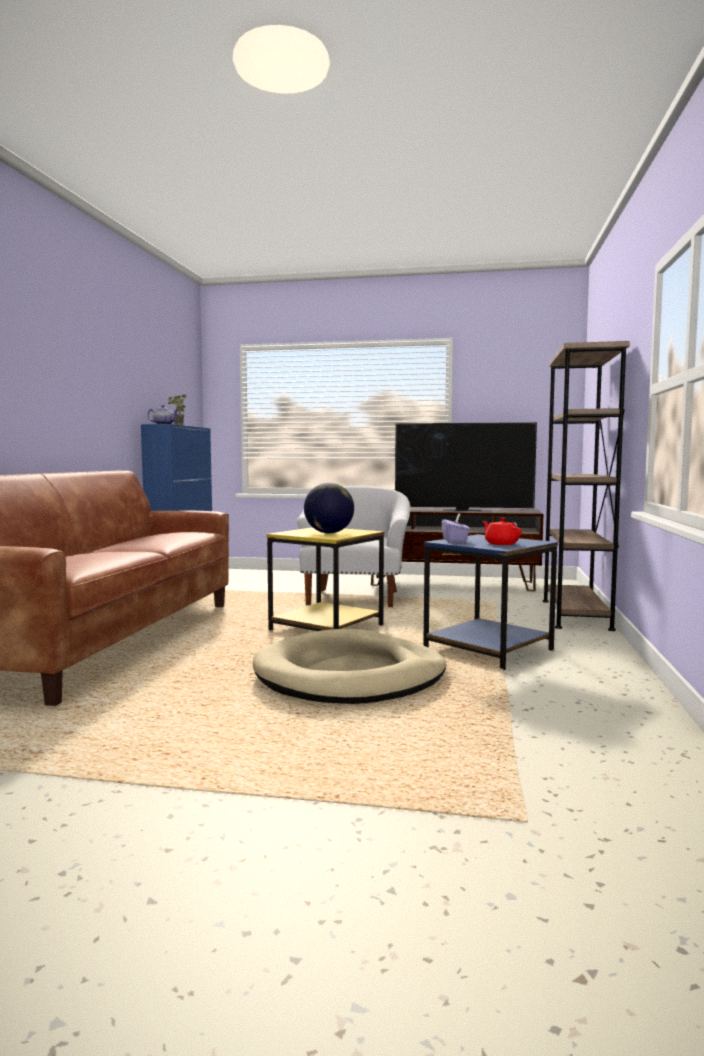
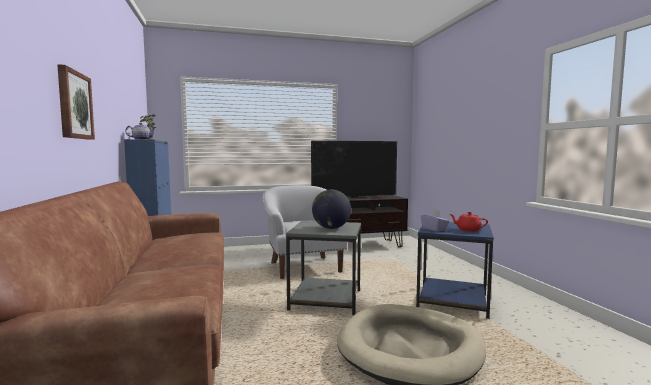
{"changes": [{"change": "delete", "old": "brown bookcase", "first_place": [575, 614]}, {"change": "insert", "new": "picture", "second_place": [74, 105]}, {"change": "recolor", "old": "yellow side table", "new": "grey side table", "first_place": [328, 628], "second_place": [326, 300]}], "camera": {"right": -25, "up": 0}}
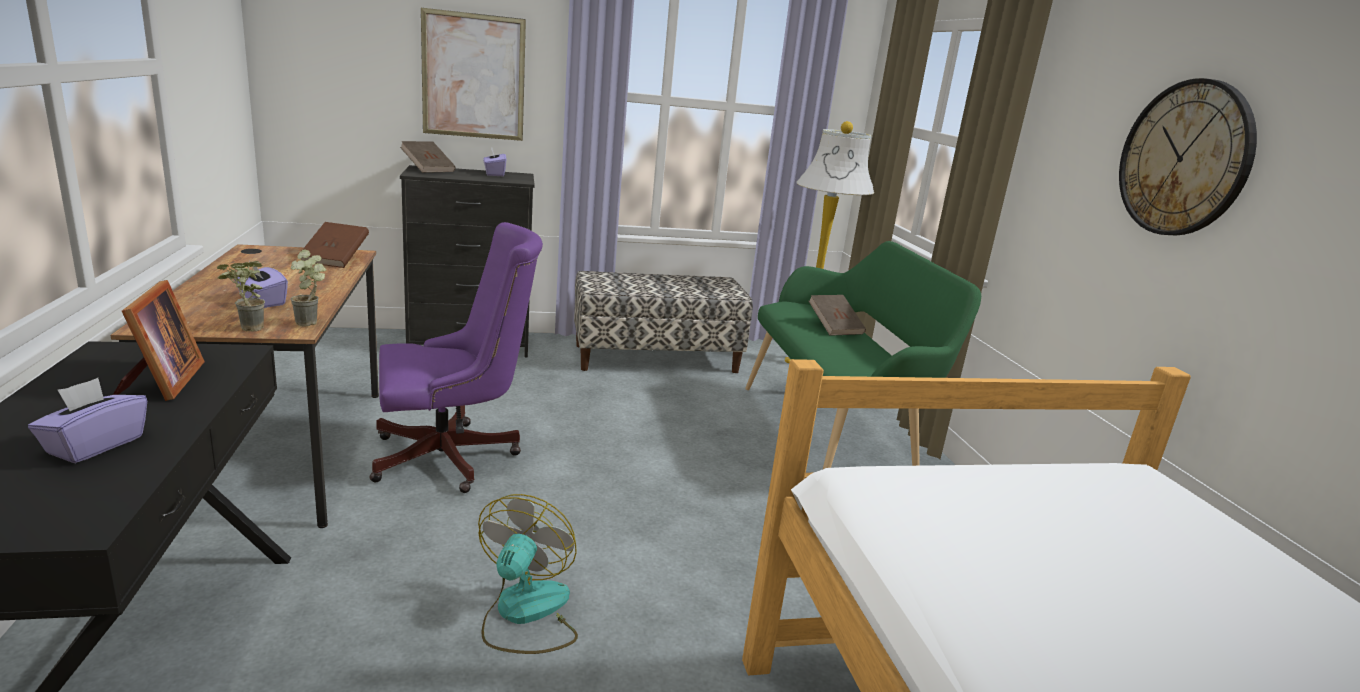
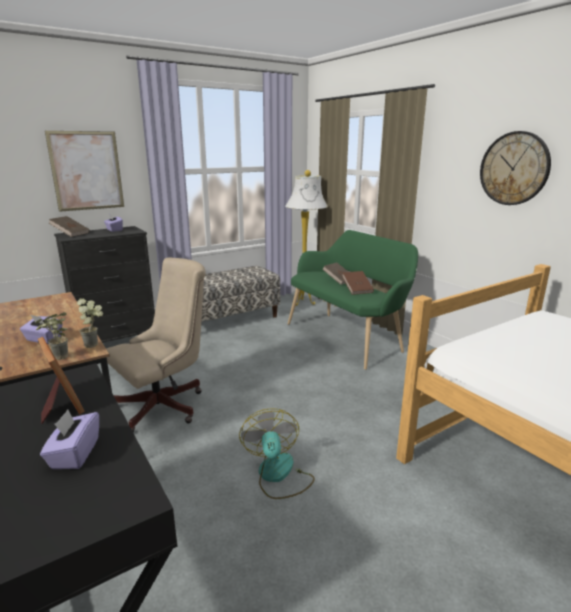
{"changes": [{"change": "move", "old": "brown book", "first_place": [335, 259], "second_place": [357, 290]}, {"change": "recolor", "old": "purple office chair", "new": "beige office chair", "first_place": [454, 457], "second_place": [165, 405]}], "camera": {"right": -20, "up": 0}}
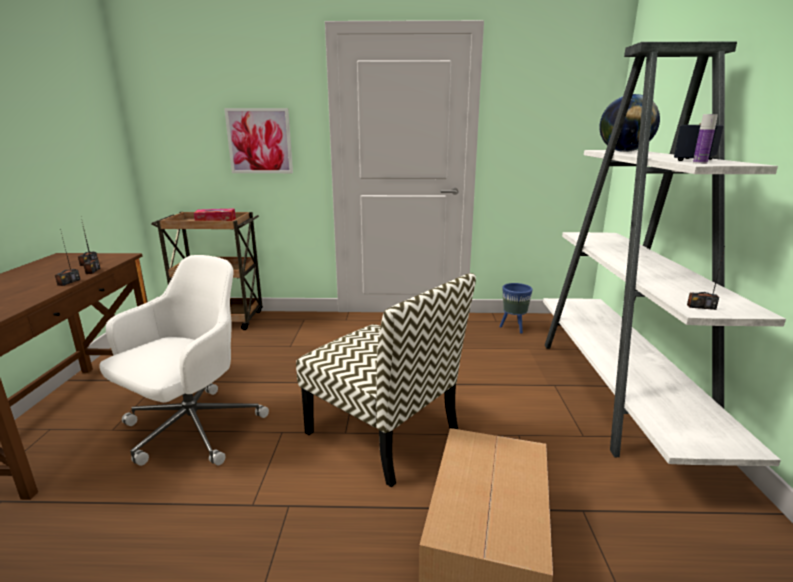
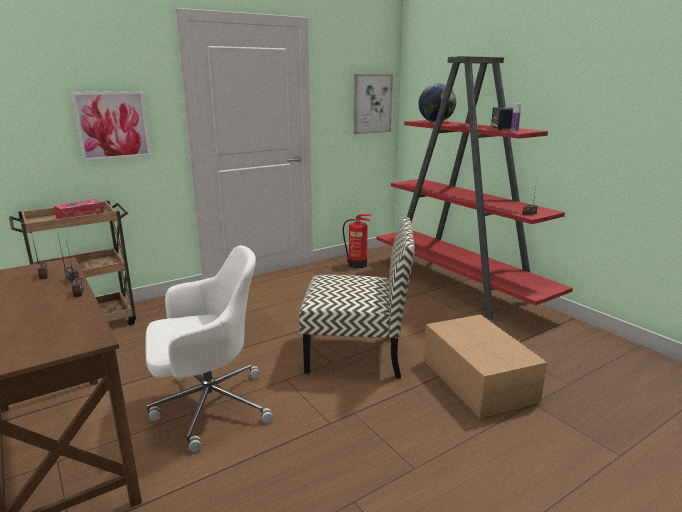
{"changes": [{"change": "insert", "new": "picture", "second_place": [372, 104]}, {"change": "replace", "old": "blue planter", "new": "fire extinguisher", "first_place": [513, 328], "second_place": [358, 265]}, {"change": "recolor", "old": "white bookcase", "new": "red bookcase", "first_place": [618, 393], "second_place": [459, 287]}, {"change": "rotate", "old": "white office chair", "first_place": [191, 430], "second_place": [208, 406], "degrees": 75}], "camera": {"right": -35, "up": 0}}
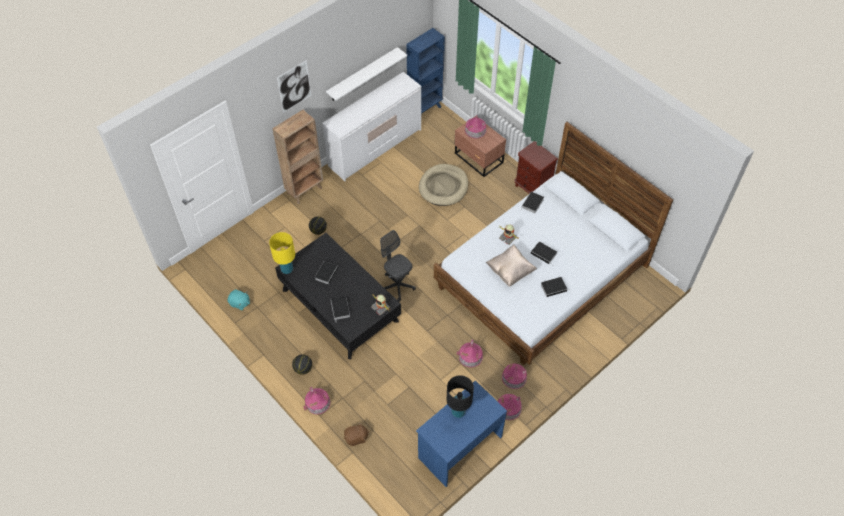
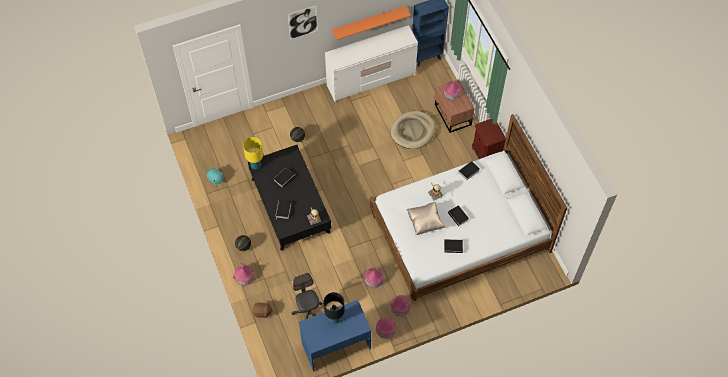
{"changes": [{"change": "delete", "old": "brown bookcase", "first_place": [305, 190]}, {"change": "move", "old": "grey office chair", "first_place": [397, 286], "second_place": [308, 312]}, {"change": "recolor", "old": "white shelf", "new": "orange shelf", "first_place": [362, 75], "second_place": [368, 22]}], "camera": {"right": 20, "up": 5}}
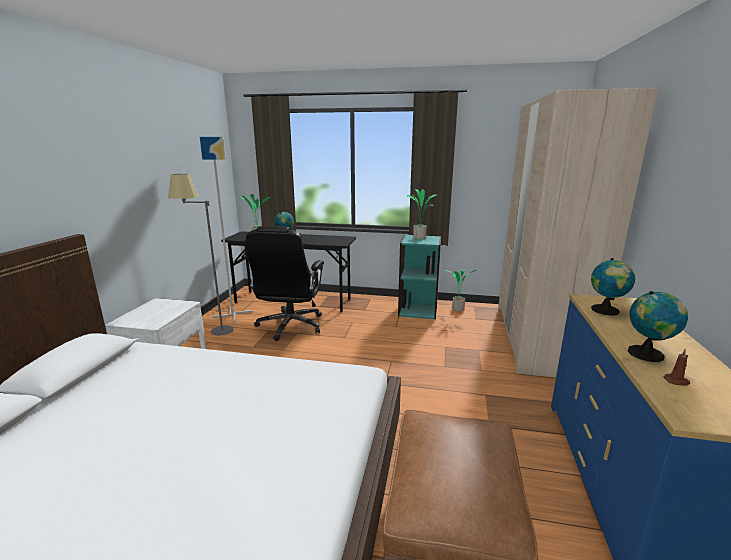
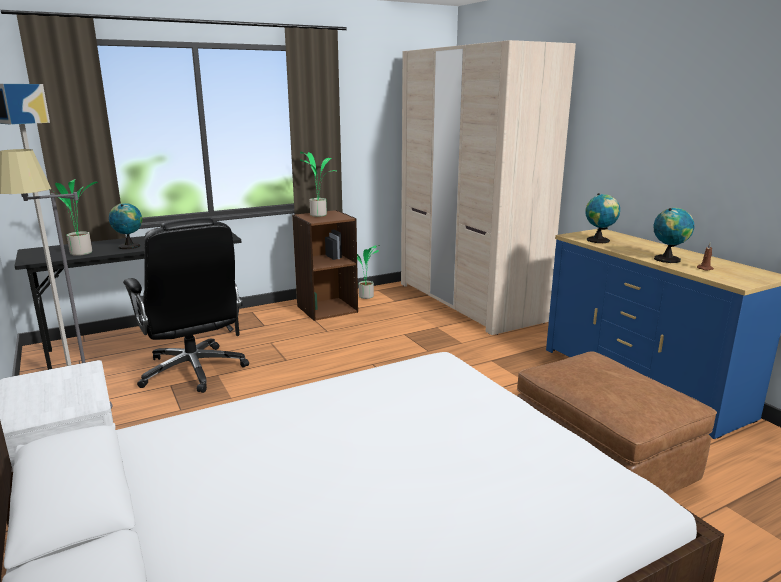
{"changes": [{"change": "recolor", "old": "turquoise bookcase", "new": "brown bookcase", "first_place": [418, 310], "second_place": [327, 309]}], "camera": {"right": -40, "up": 0}}
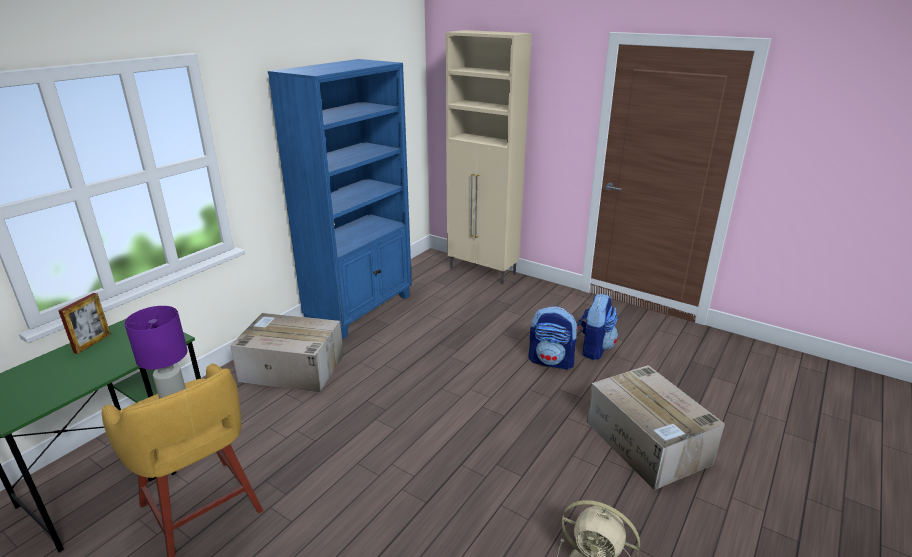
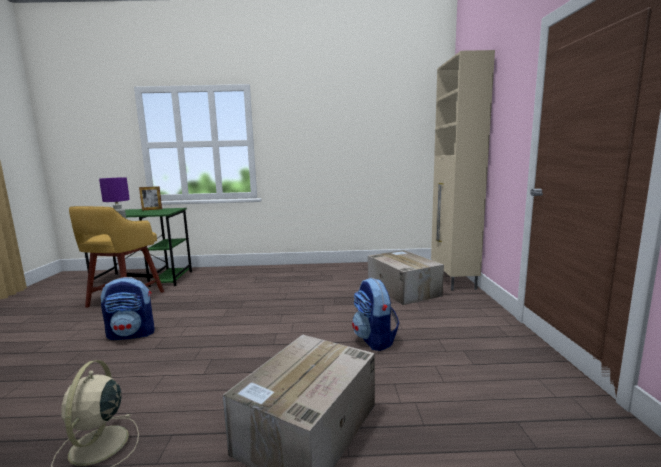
{"changes": [{"change": "delete", "old": "blue bookcase", "first_place": [361, 309]}, {"change": "move", "old": "cardboard box", "first_place": [291, 368], "second_place": [402, 289]}, {"change": "move", "old": "backpack", "first_place": [594, 348], "second_place": [132, 334]}], "camera": {"right": 55, "up": -15}}
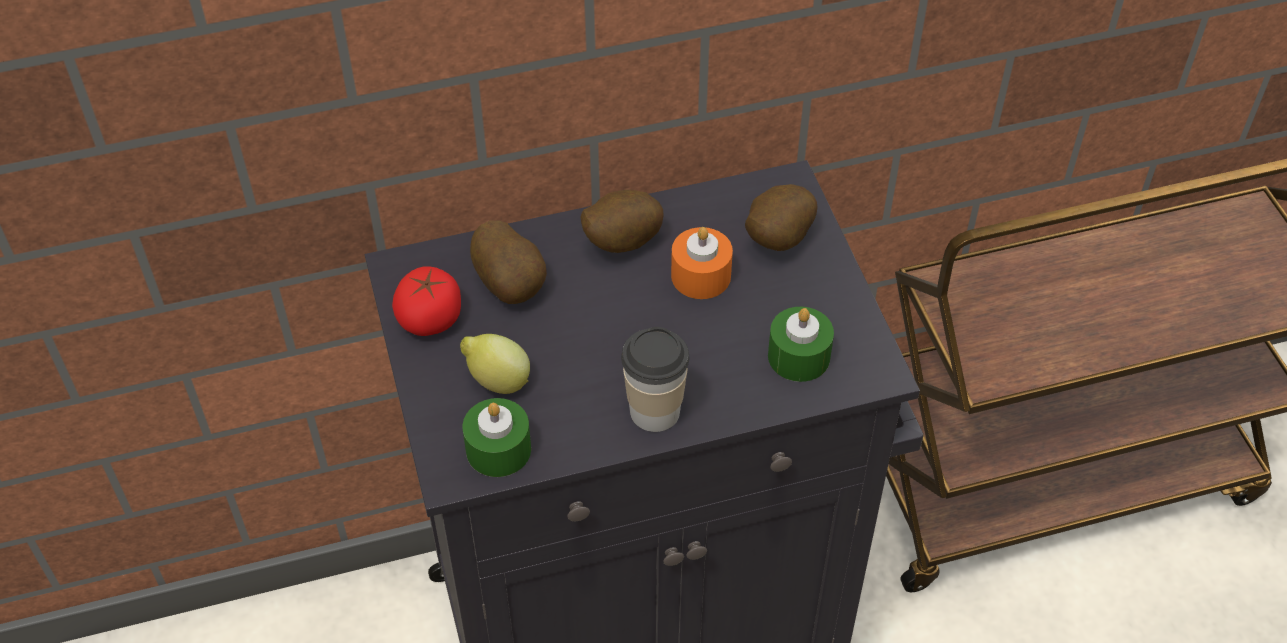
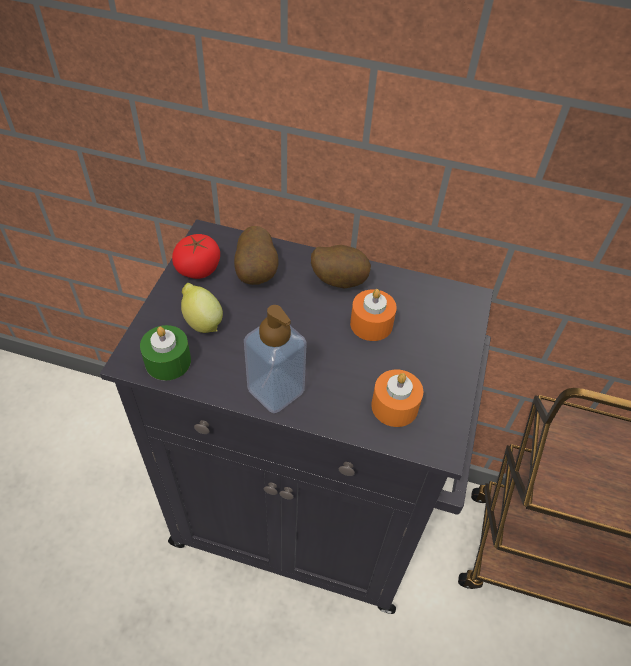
{"changes": [{"change": "delete", "old": "potato", "first_place": [776, 239]}, {"change": "replace", "old": "cup", "new": "soap dispenser", "first_place": [654, 412], "second_place": [276, 390]}, {"change": "recolor", "old": "green candle", "new": "orange candle", "first_place": [799, 356], "second_place": [394, 406]}], "camera": {"right": 30, "up": 0}}
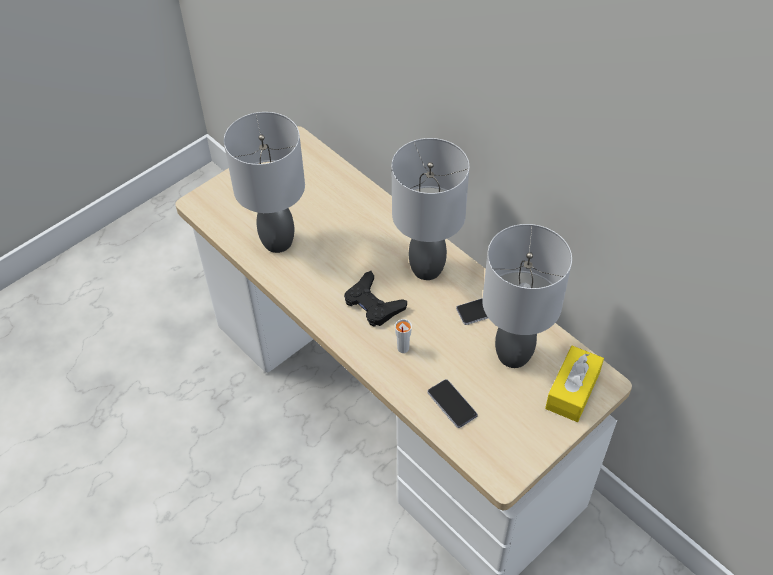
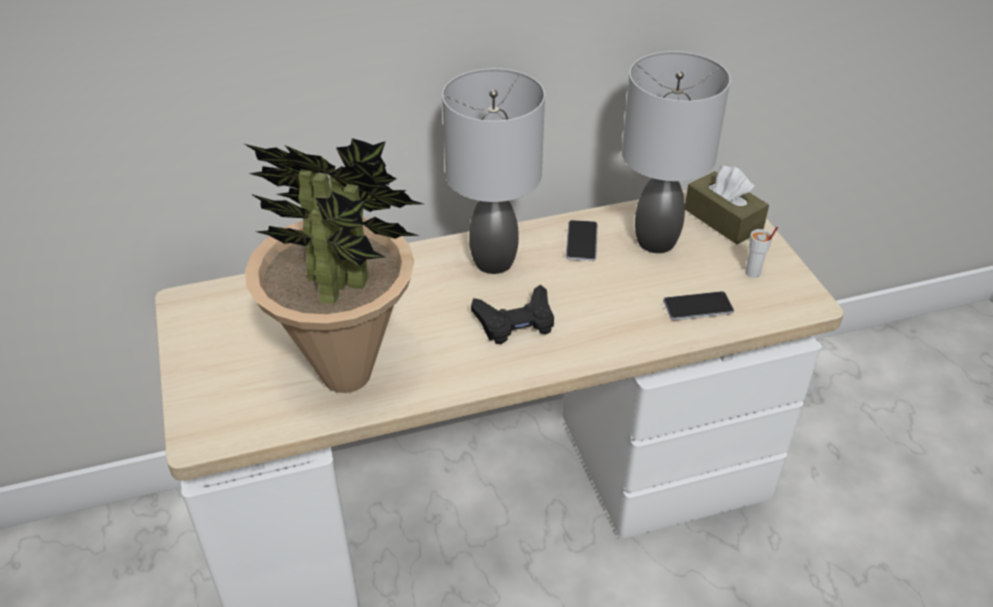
{"changes": [{"change": "move", "old": "white cup", "first_place": [403, 348], "second_place": [753, 273]}, {"change": "replace", "old": "grey table lamp", "new": "potted plant", "first_place": [278, 242], "second_place": [347, 375]}, {"change": "recolor", "old": "yellow tissue box", "new": "brown tissue box", "first_place": [572, 390], "second_place": [723, 219]}], "camera": {"right": -65, "up": -10}}
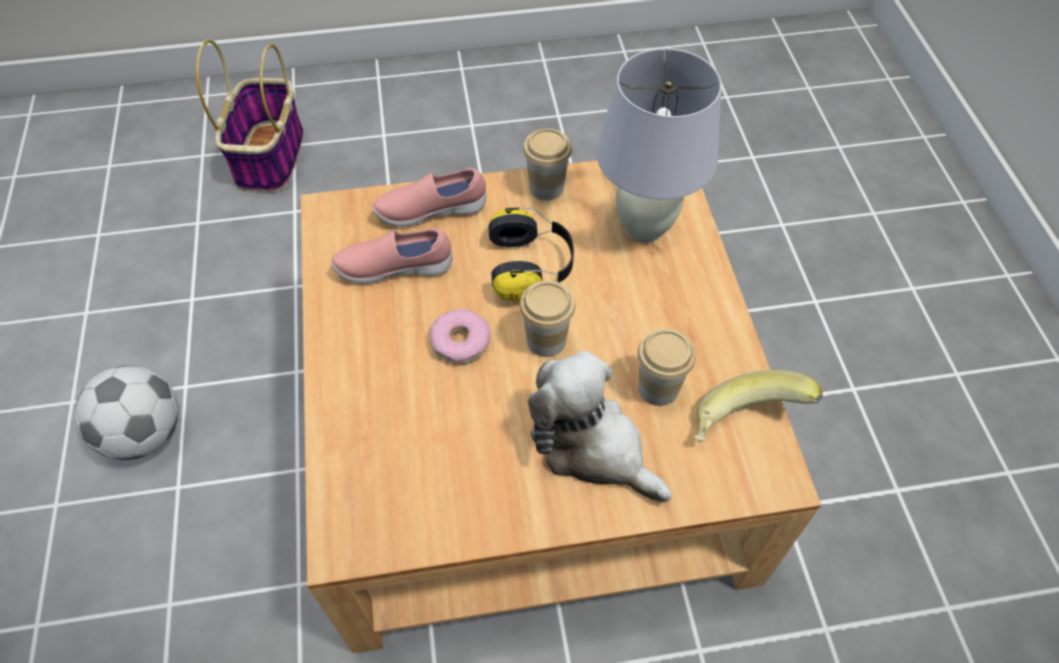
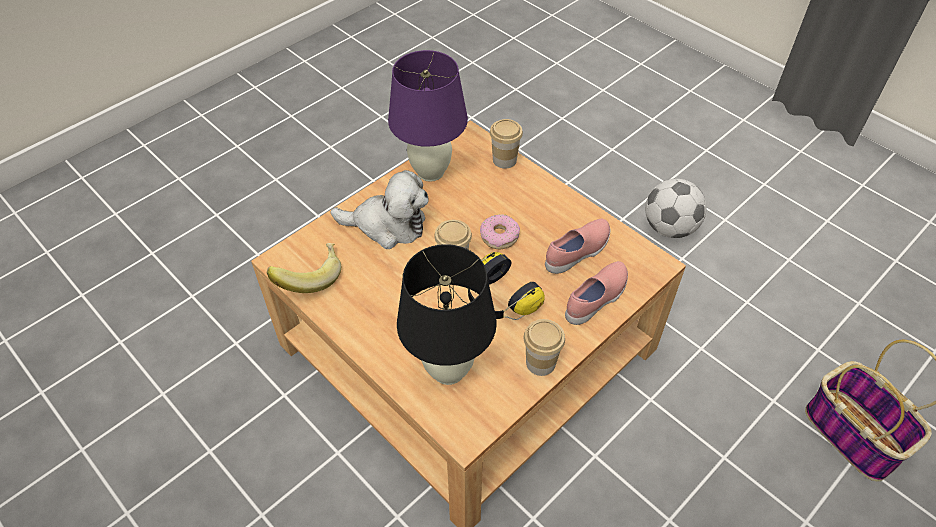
{"changes": [{"change": "insert", "new": "purple table lamp", "second_place": [430, 172]}, {"change": "move", "old": "cup", "first_place": [658, 388], "second_place": [504, 160]}, {"change": "recolor", "old": "white table lamp", "new": "black table lamp", "first_place": [644, 227], "second_place": [449, 370]}], "camera": {"right": 145, "up": -5}}
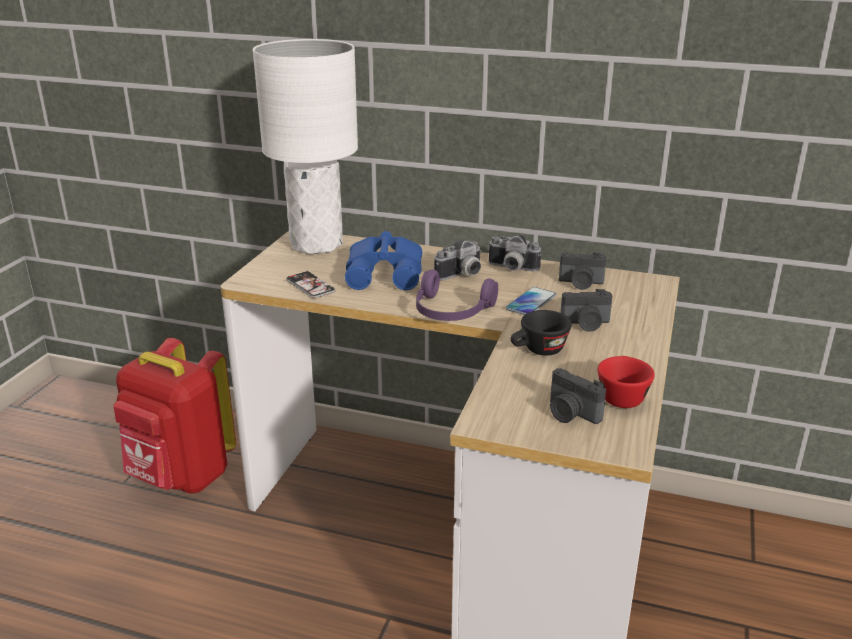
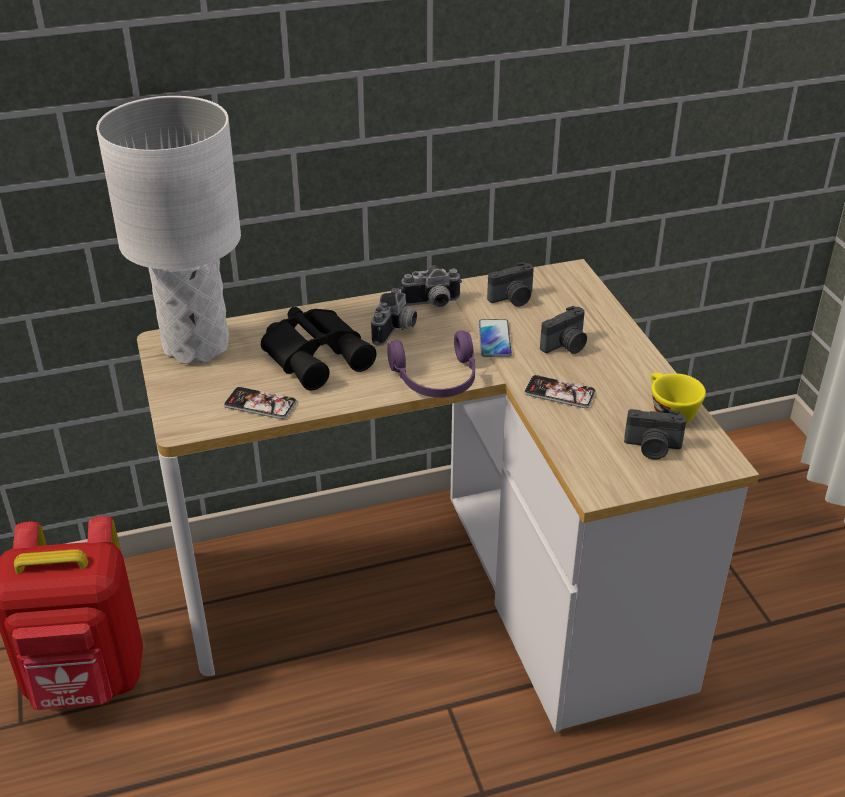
{"changes": [{"change": "replace", "old": "black cup", "new": "phone", "first_place": [538, 351], "second_place": [559, 393]}, {"change": "recolor", "old": "blue binoculars", "new": "black binoculars", "first_place": [386, 272], "second_place": [317, 355]}, {"change": "recolor", "old": "red cup", "new": "yellow cup", "first_place": [621, 395], "second_place": [668, 411]}], "camera": {"right": -35, "up": 10}}
